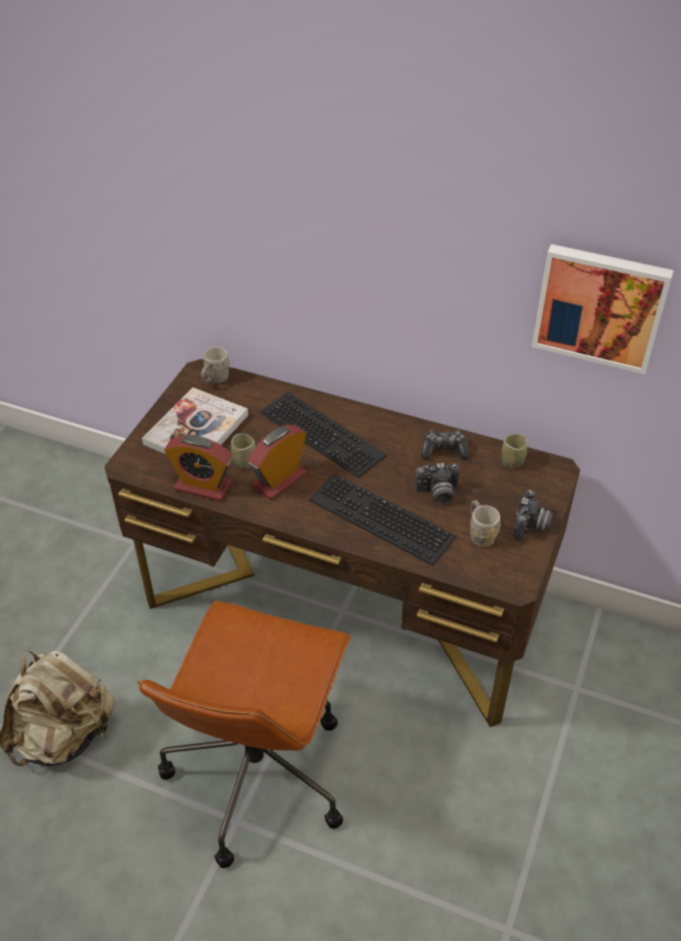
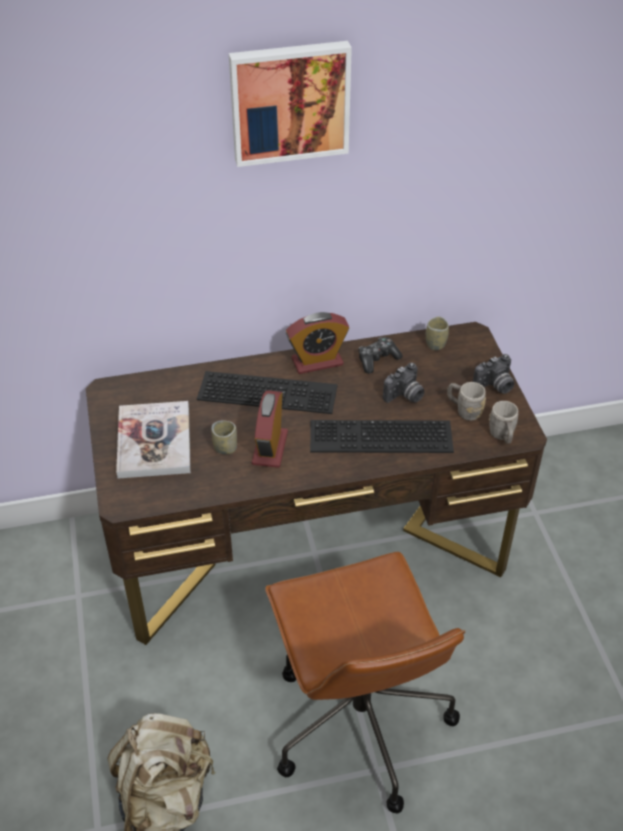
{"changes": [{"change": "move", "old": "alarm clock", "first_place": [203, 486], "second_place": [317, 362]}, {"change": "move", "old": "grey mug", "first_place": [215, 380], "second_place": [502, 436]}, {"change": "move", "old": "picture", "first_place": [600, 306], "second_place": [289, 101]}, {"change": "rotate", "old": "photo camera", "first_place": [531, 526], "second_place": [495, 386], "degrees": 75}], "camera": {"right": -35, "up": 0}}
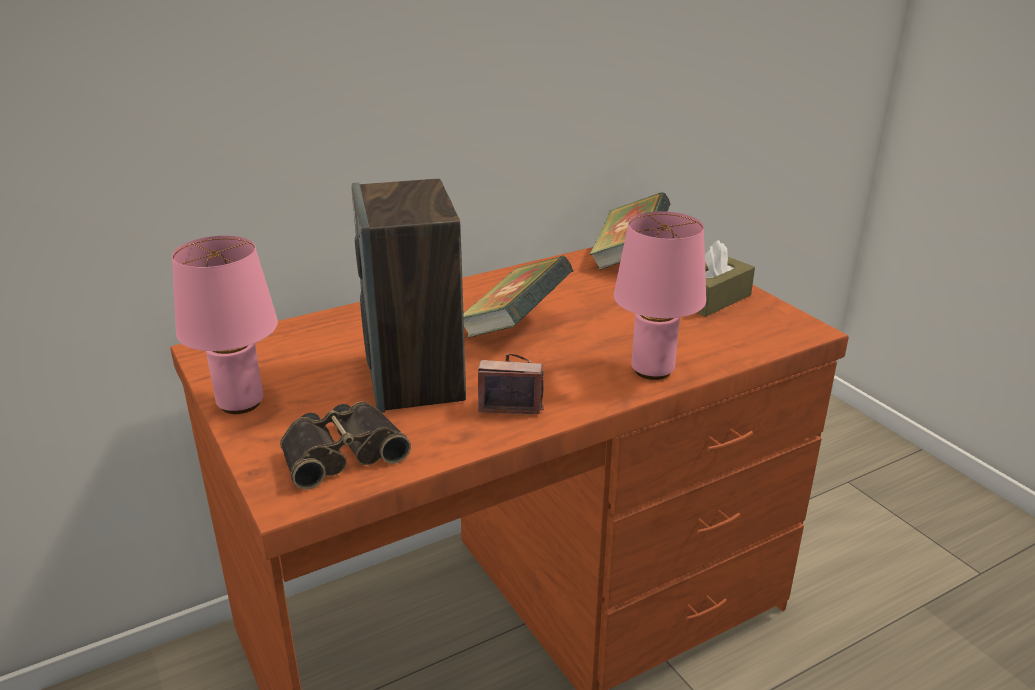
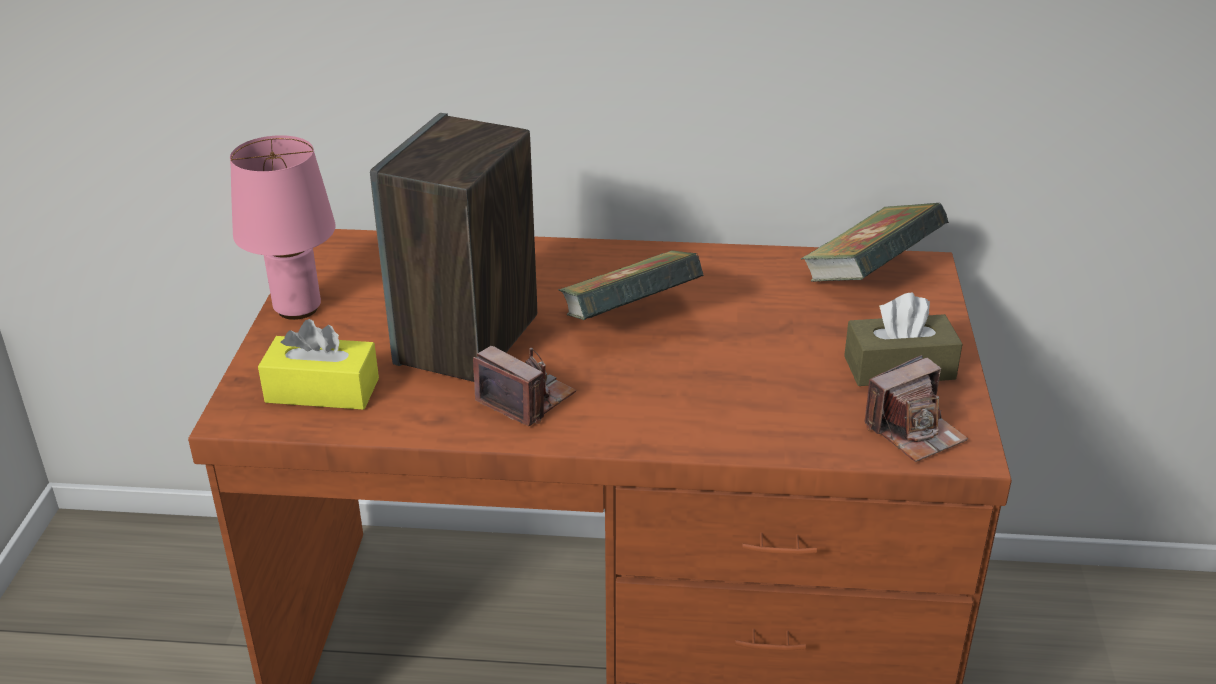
{"changes": [{"change": "delete", "old": "pink table lamp", "first_place": [653, 370]}, {"change": "insert", "new": "photo camera", "second_place": [914, 432]}, {"change": "replace", "old": "binoculars", "new": "yellow tissue box", "first_place": [341, 452], "second_place": [322, 390]}], "camera": {"right": 35, "up": 5}}
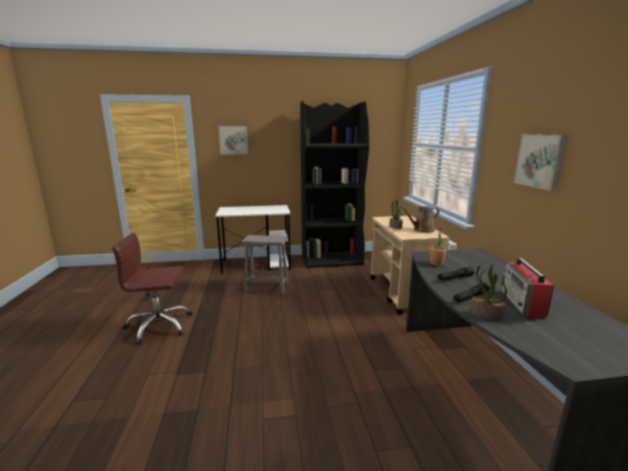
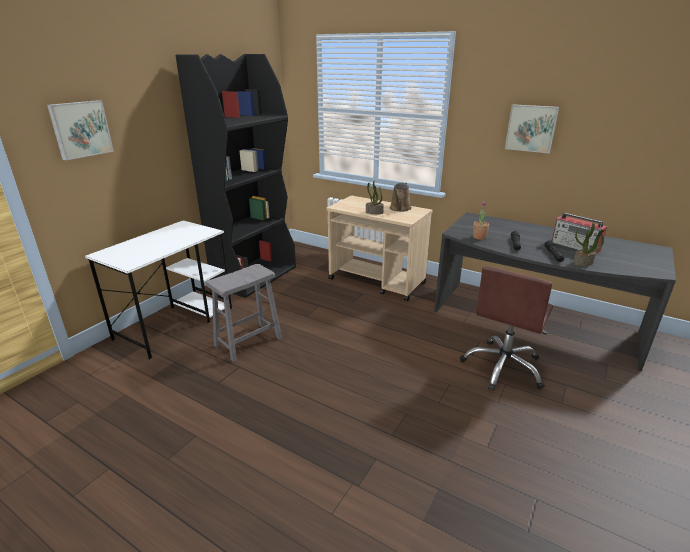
{"changes": [{"change": "move", "old": "brown office chair", "first_place": [159, 326], "second_place": [503, 367]}], "camera": {"right": -50, "up": 10}}
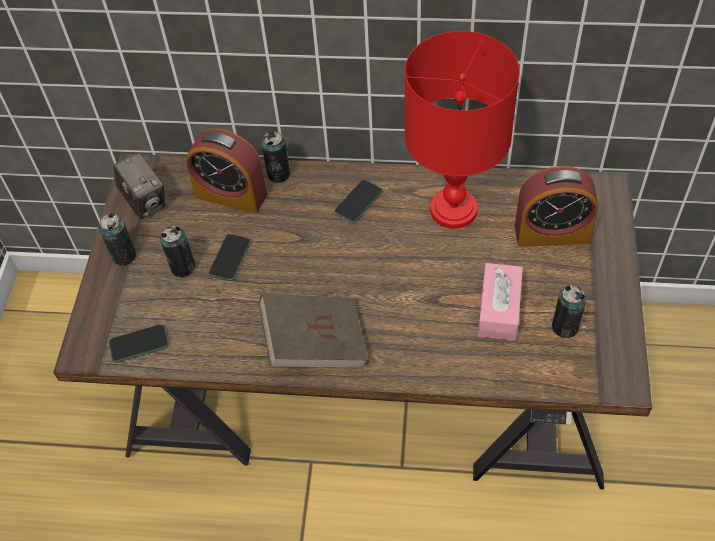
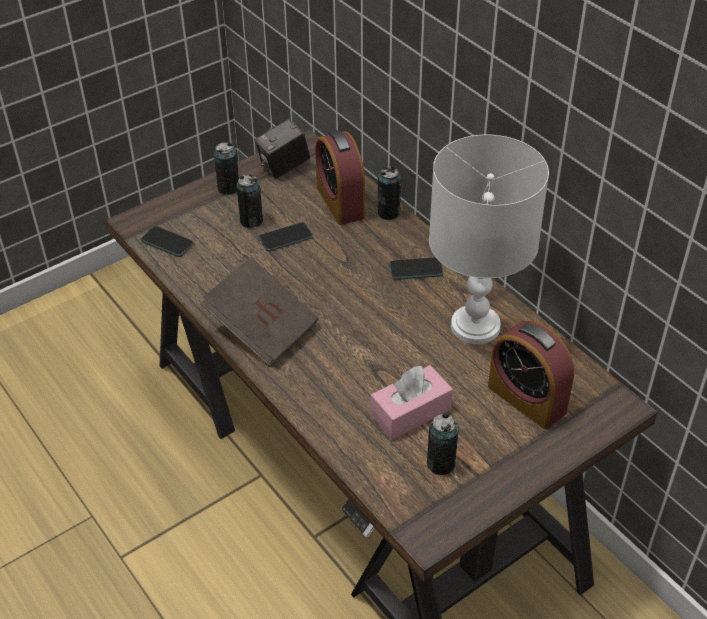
{"changes": [{"change": "recolor", "old": "red table lamp", "new": "white table lamp", "first_place": [452, 210], "second_place": [474, 326]}, {"change": "rotate", "old": "photo camera", "first_place": [145, 202], "second_place": [284, 167], "degrees": 45}], "camera": {"right": 45, "up": -10}}
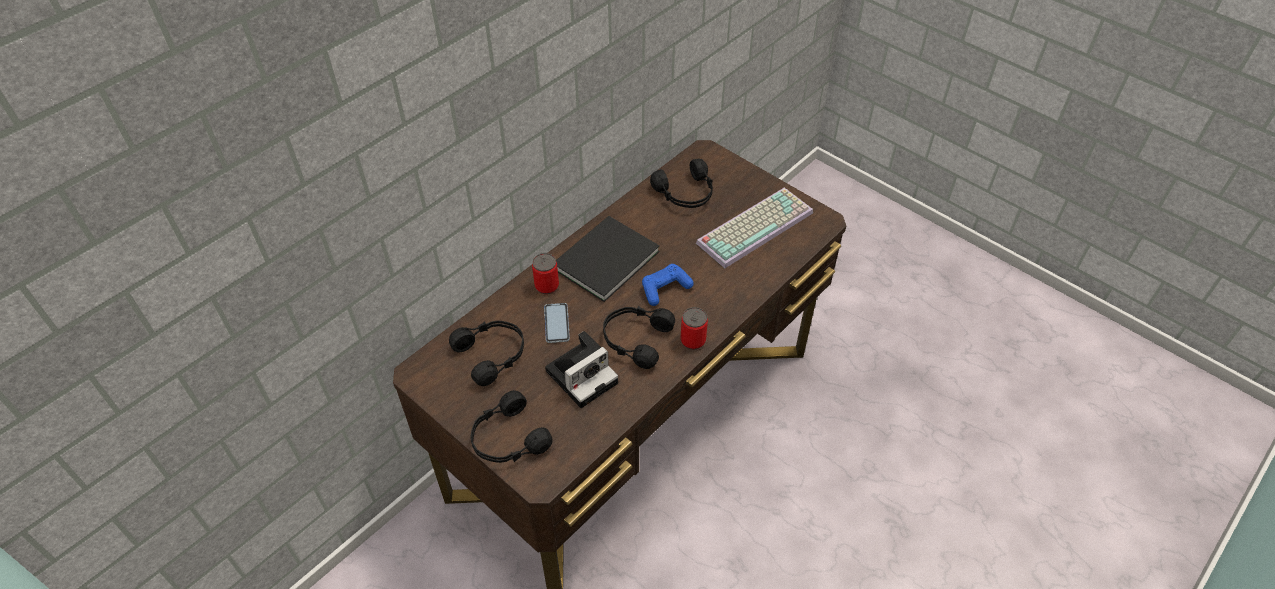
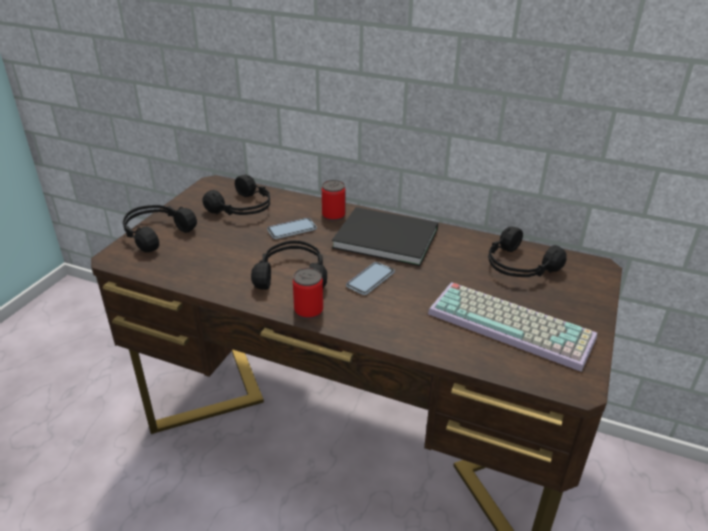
{"changes": [{"change": "delete", "old": "photo camera", "first_place": [583, 375]}, {"change": "replace", "old": "blue game controller", "new": "phone", "first_place": [665, 289], "second_place": [370, 279]}], "camera": {"right": 70, "up": -15}}
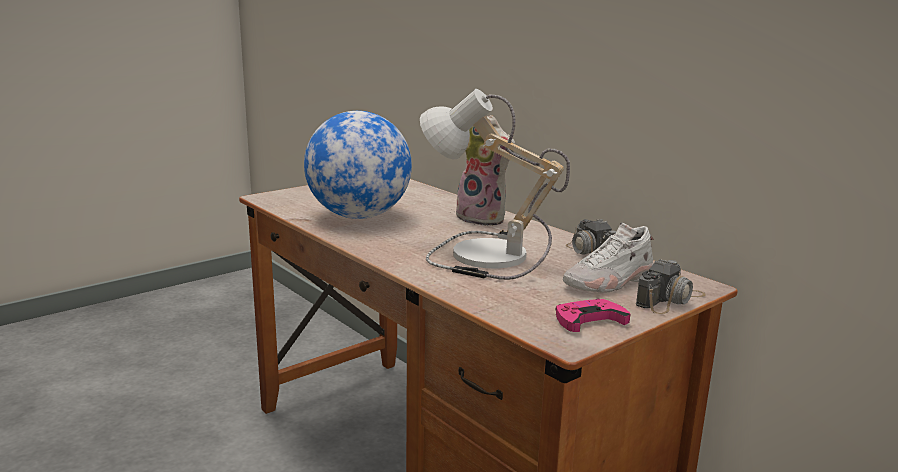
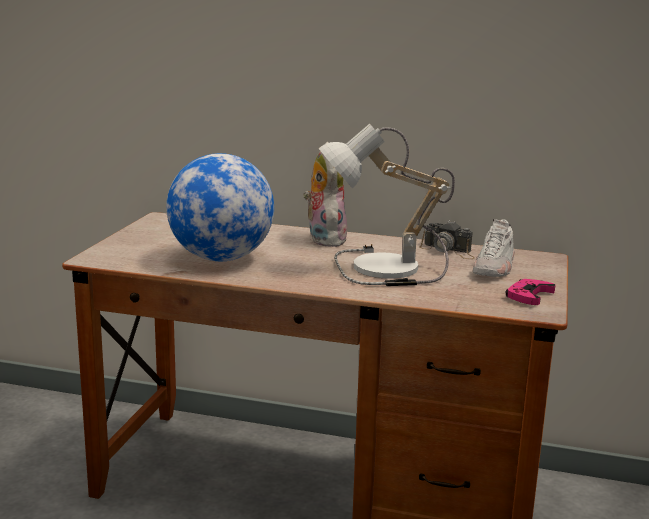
{"changes": [{"change": "delete", "old": "photo camera", "first_place": [670, 299]}, {"change": "rotate", "old": "plush toy", "first_place": [484, 218], "second_place": [323, 239], "degrees": -105}], "camera": {"right": -35, "up": 0}}
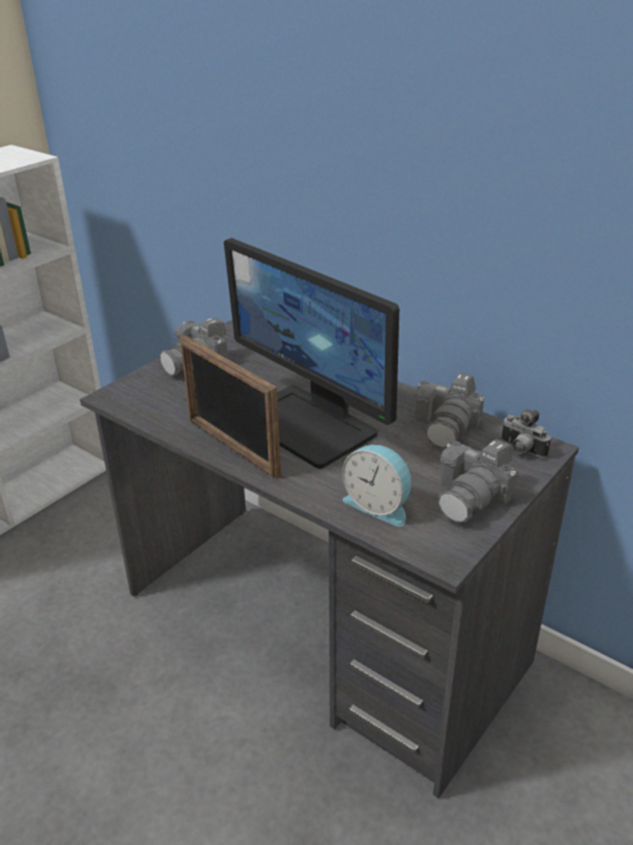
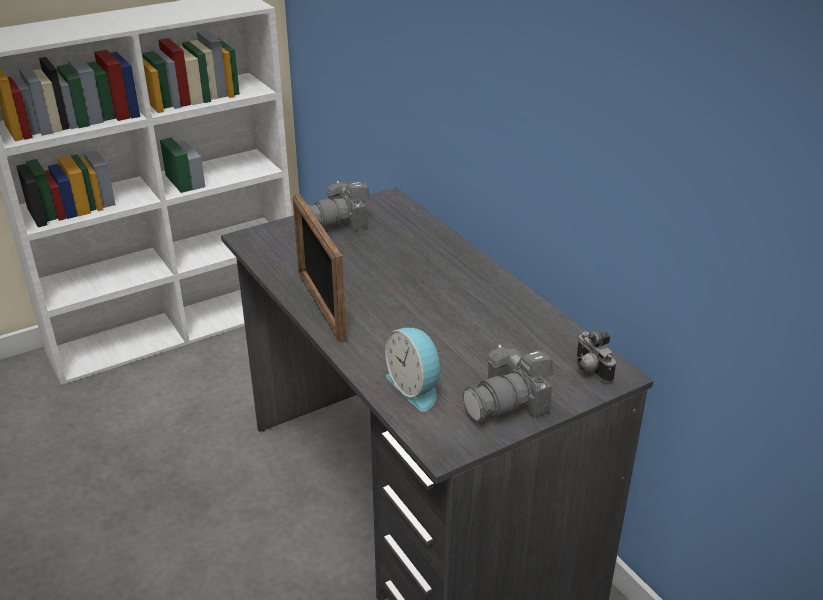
{"changes": [{"change": "delete", "old": "monitor", "first_place": [308, 425]}, {"change": "delete", "old": "photo camera", "first_place": [447, 426]}], "camera": {"right": 20, "up": 0}}
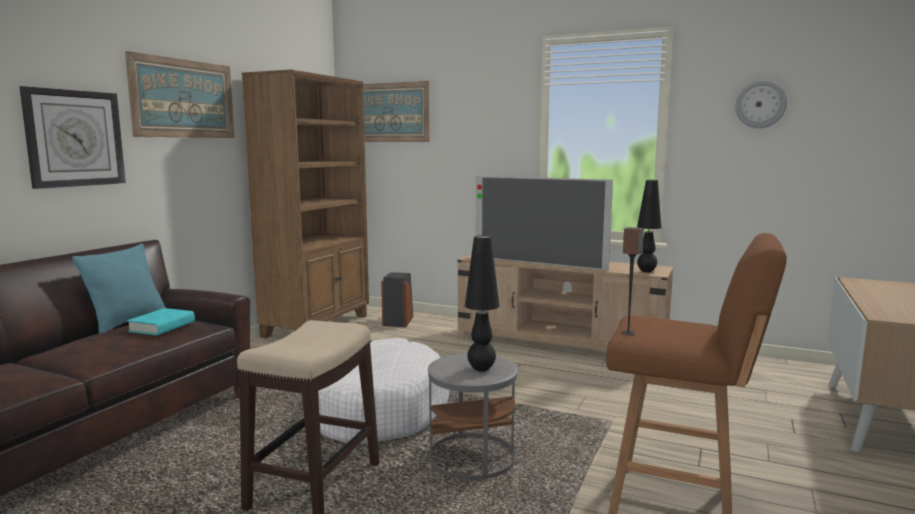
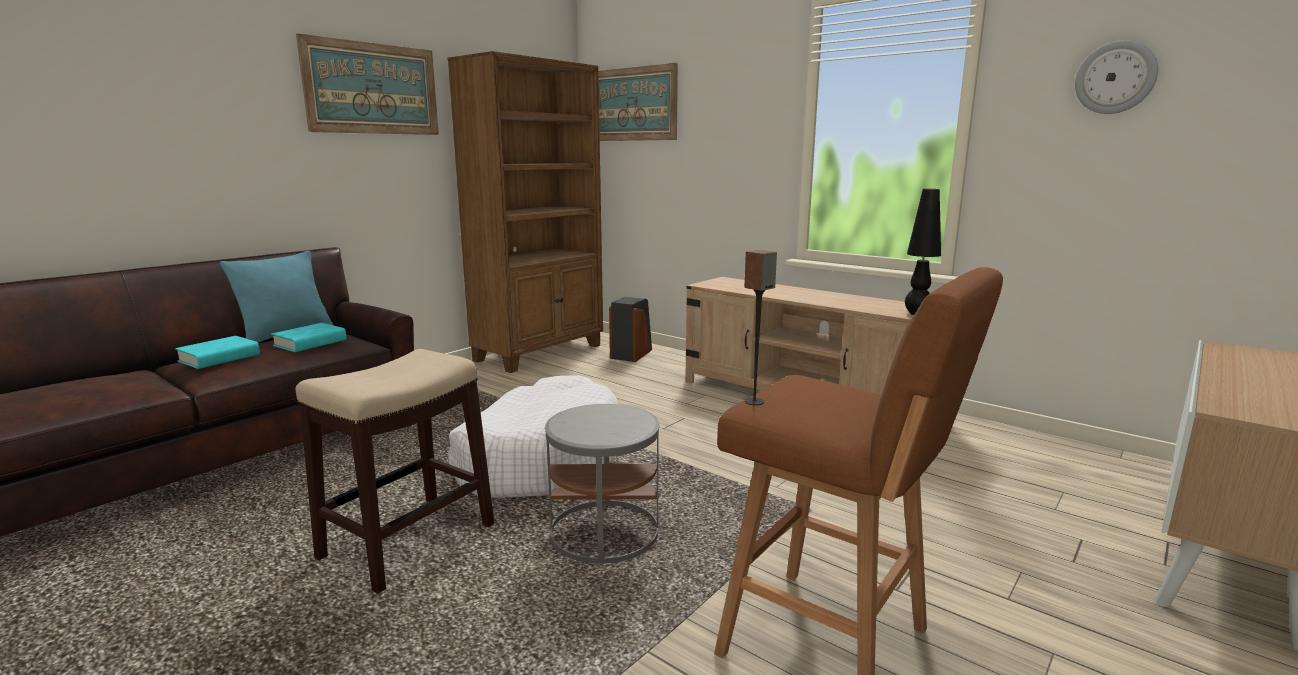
{"changes": [{"change": "delete", "old": "wall clock", "first_place": [74, 138]}, {"change": "delete", "old": "black table lamp", "first_place": [481, 369]}, {"change": "delete", "old": "television", "first_place": [538, 263]}, {"change": "insert", "new": "turquoise book", "second_place": [219, 358]}], "camera": {"right": 15, "up": 5}}
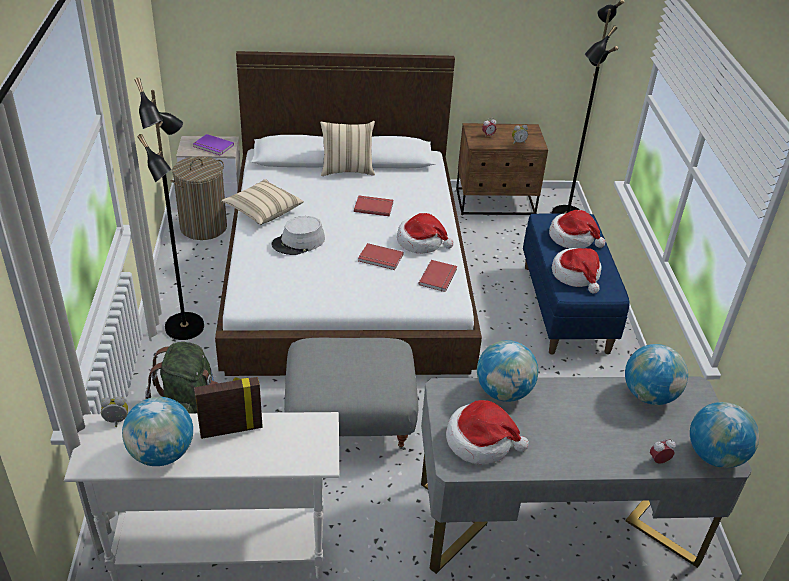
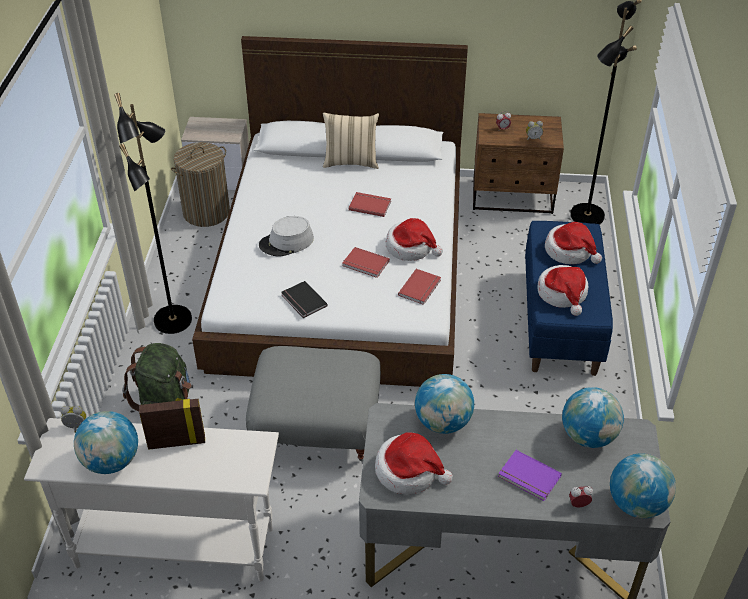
{"changes": [{"change": "delete", "old": "beige pillow", "first_place": [263, 211]}, {"change": "insert", "new": "black book", "second_place": [303, 301]}, {"change": "move", "old": "purple book", "first_place": [213, 146], "second_place": [528, 478]}], "camera": {"right": 10, "up": 5}}
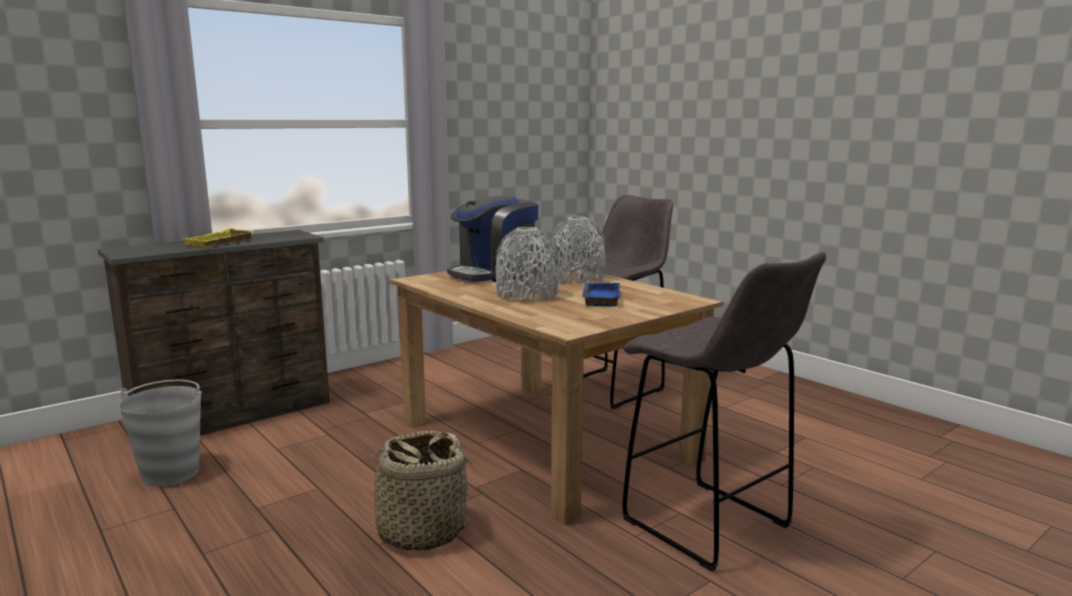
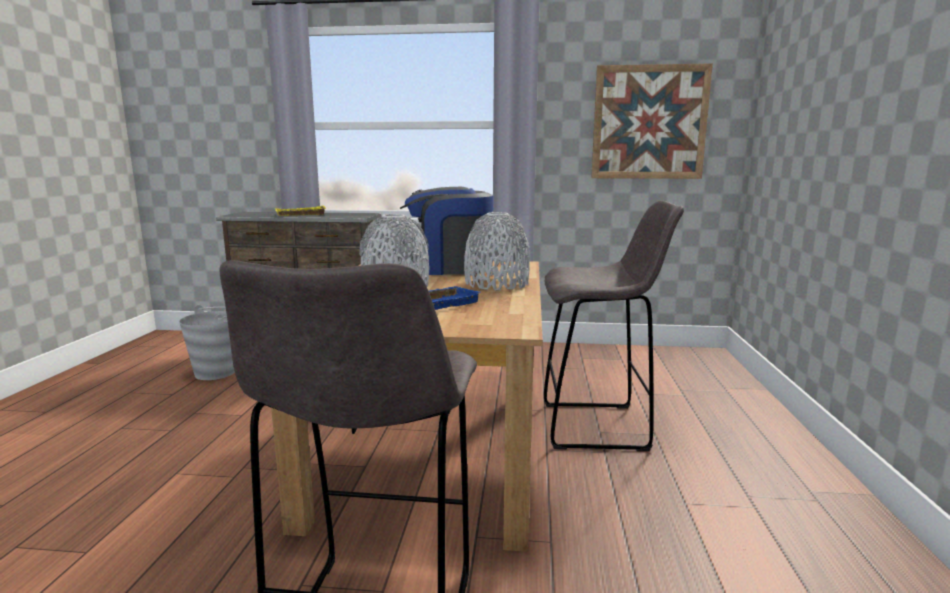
{"changes": [{"change": "delete", "old": "basket", "first_place": [421, 531]}, {"change": "insert", "new": "picture", "second_place": [649, 123]}], "camera": {"right": 45, "up": 0}}
